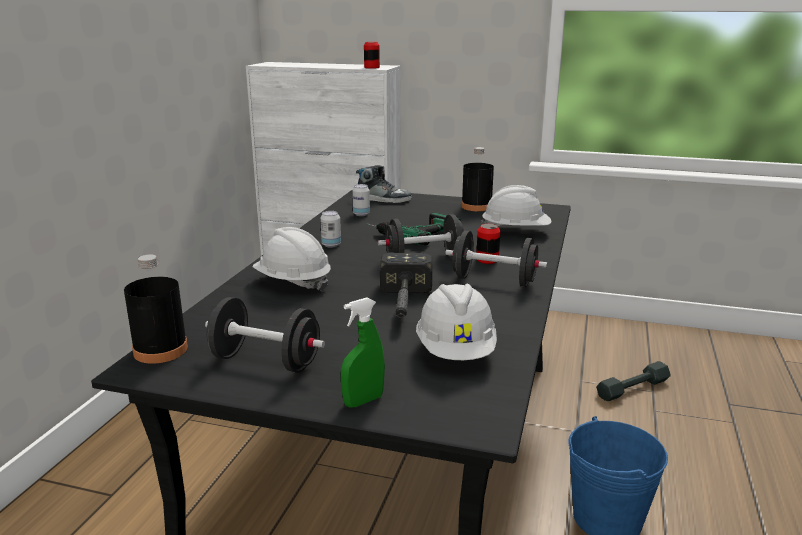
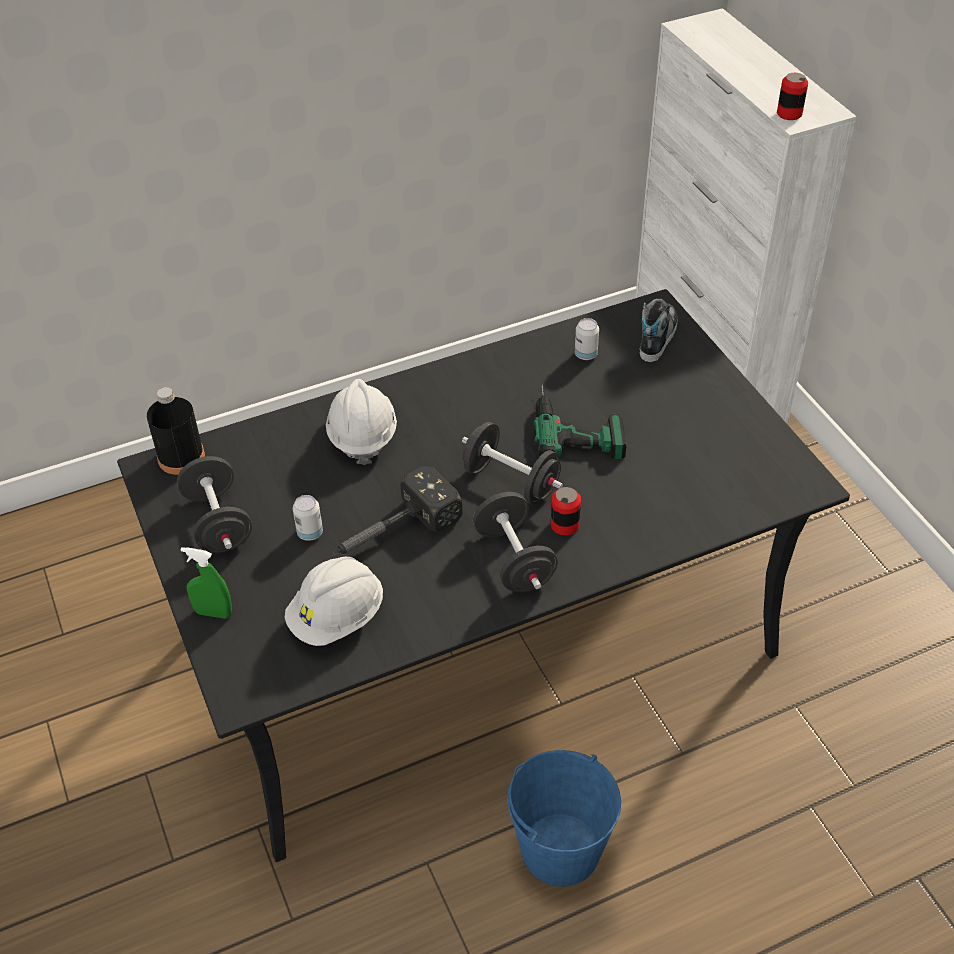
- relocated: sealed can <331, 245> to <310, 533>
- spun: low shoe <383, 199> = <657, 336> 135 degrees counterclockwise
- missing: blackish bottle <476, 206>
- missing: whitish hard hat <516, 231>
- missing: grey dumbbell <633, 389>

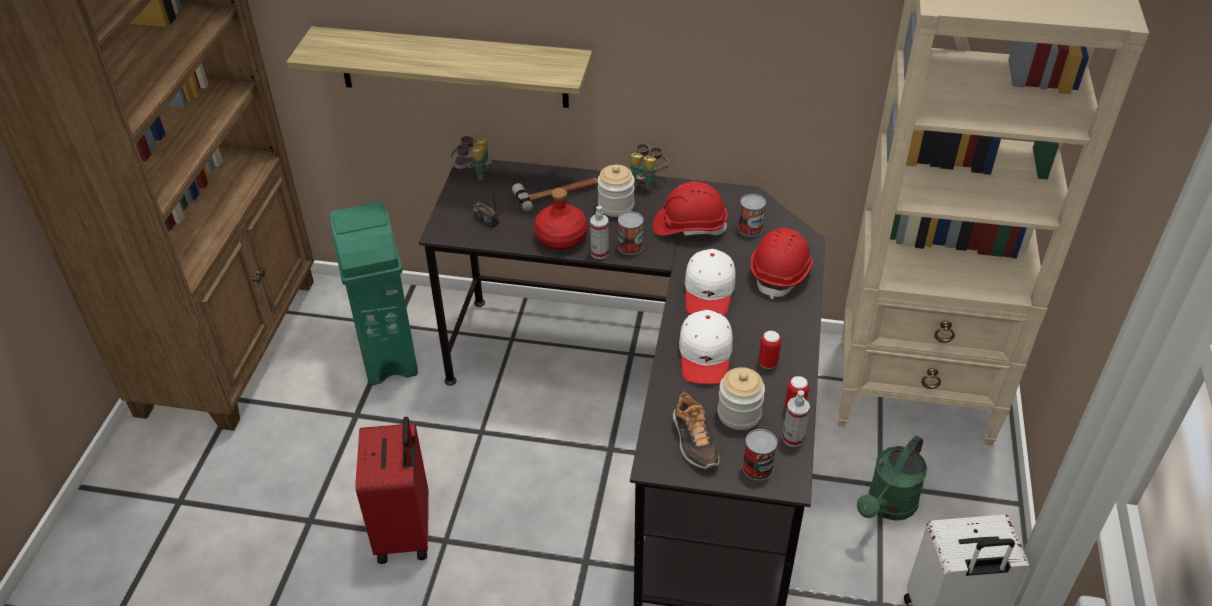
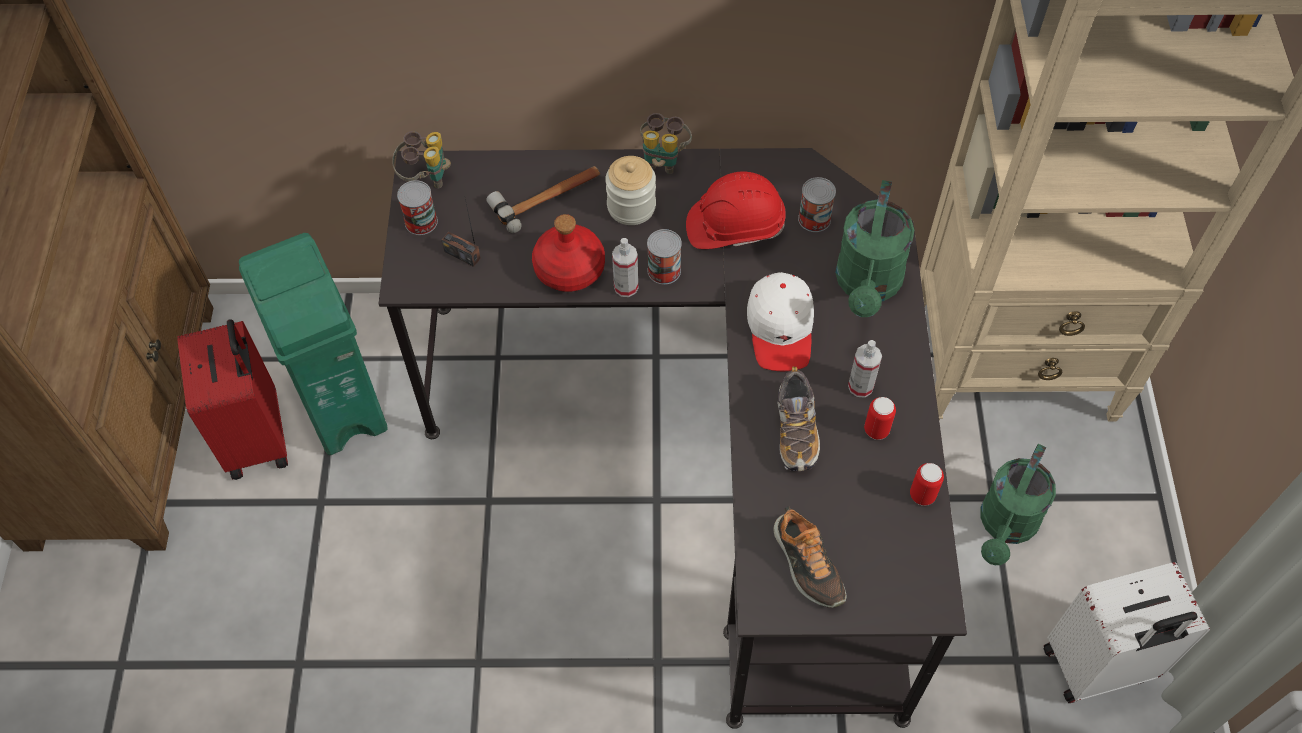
- missing: bracket shelf <453, 67>
- relocated: reddish piece of luggage <406, 531> to <258, 437>
- exchanged: whitish peaked cap <705, 355> to low shoe <795, 430>
- missing: jar <739, 414>
- relocated: sealed can <757, 468> to <421, 222>
- exchanged: reddish hard hat <781, 273> to greenish sprinkling can <867, 286>
- relocated: spray bottle <793, 438> to <860, 386>

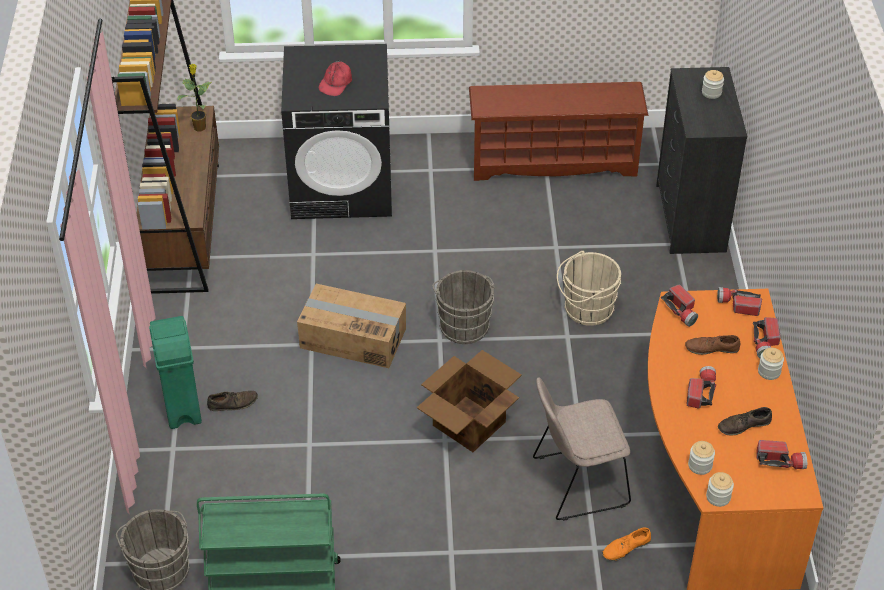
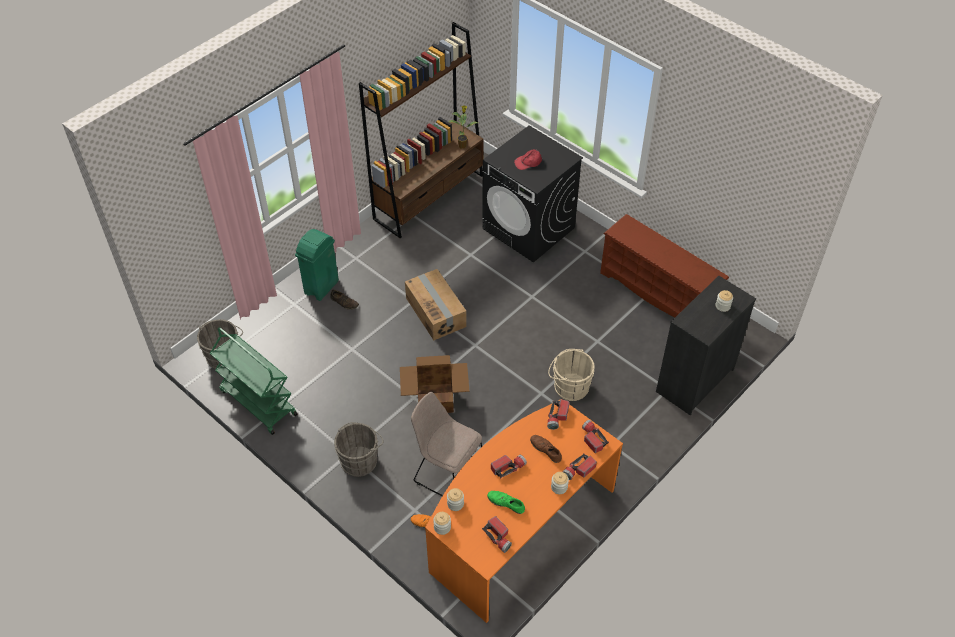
- relocated: grey pail <463, 324> to <360, 460>
- colour: brown low shoe <743, 425> to greenish low shoe <506, 503>

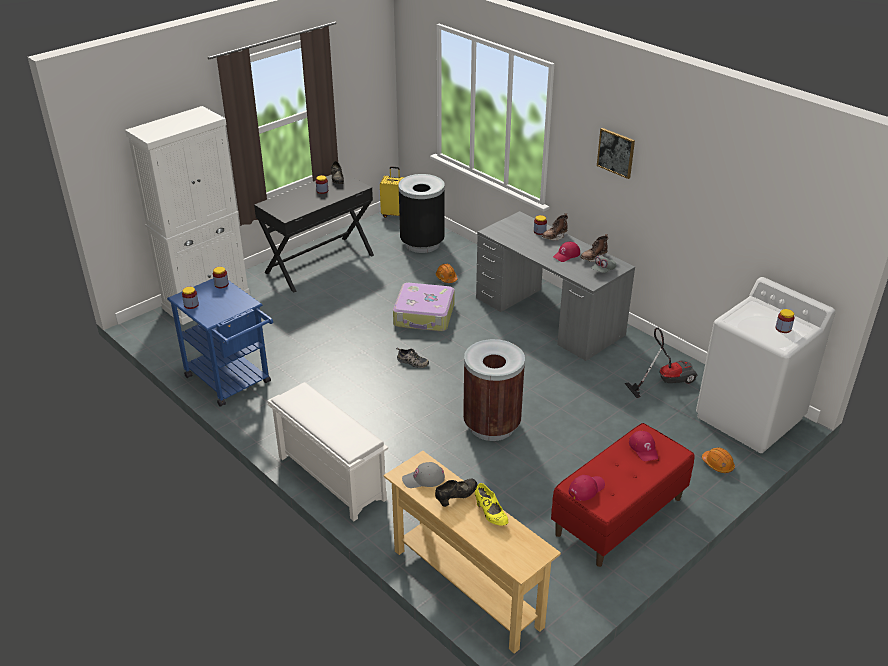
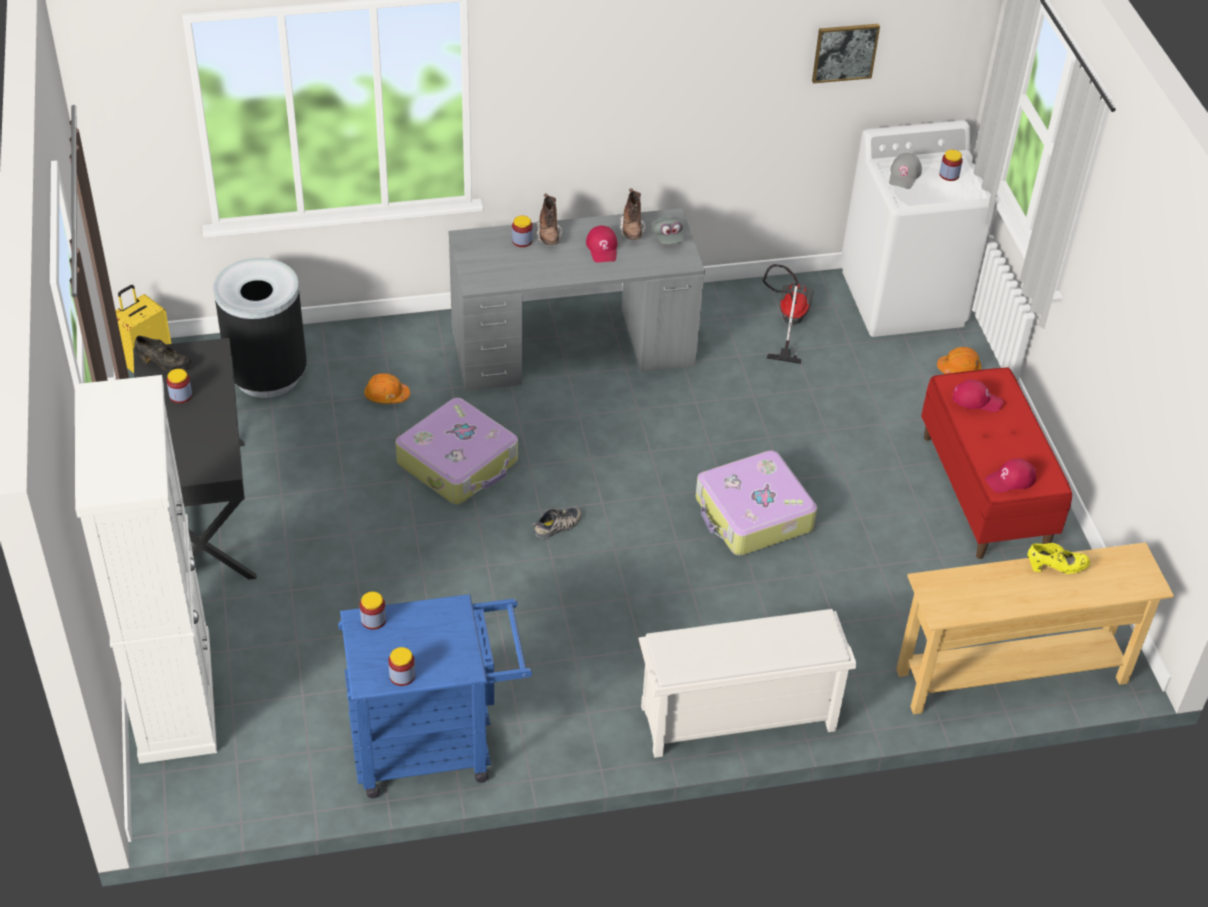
- relocated: grey peaked cap <423, 479> to <904, 175>
- missing: blackish low shoe <456, 497>
- exchanged: brown rubbish bin <492, 425> to piece of luggage <753, 515>
- spun: reddish peaked cap <586, 488> = <1010, 480> 105 degrees counterclockwise
- relocated: picture <616, 152> to <845, 52>

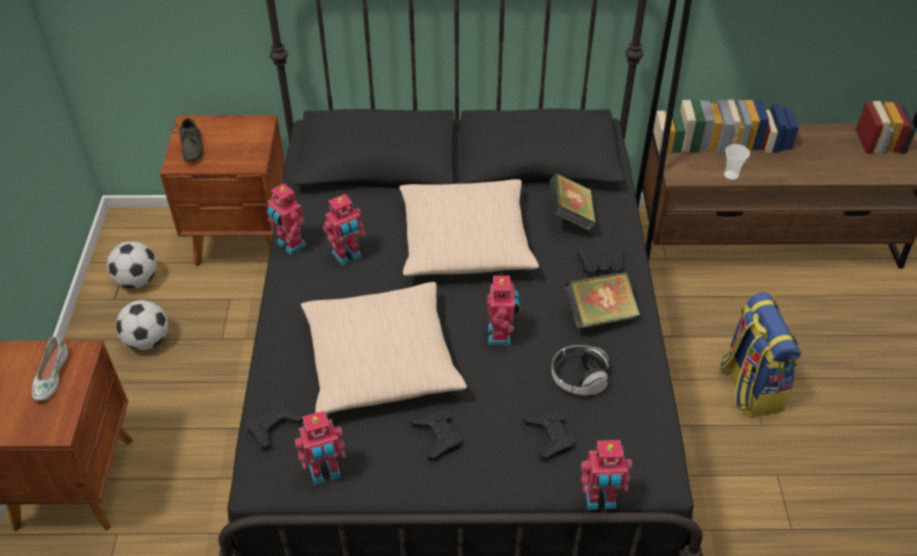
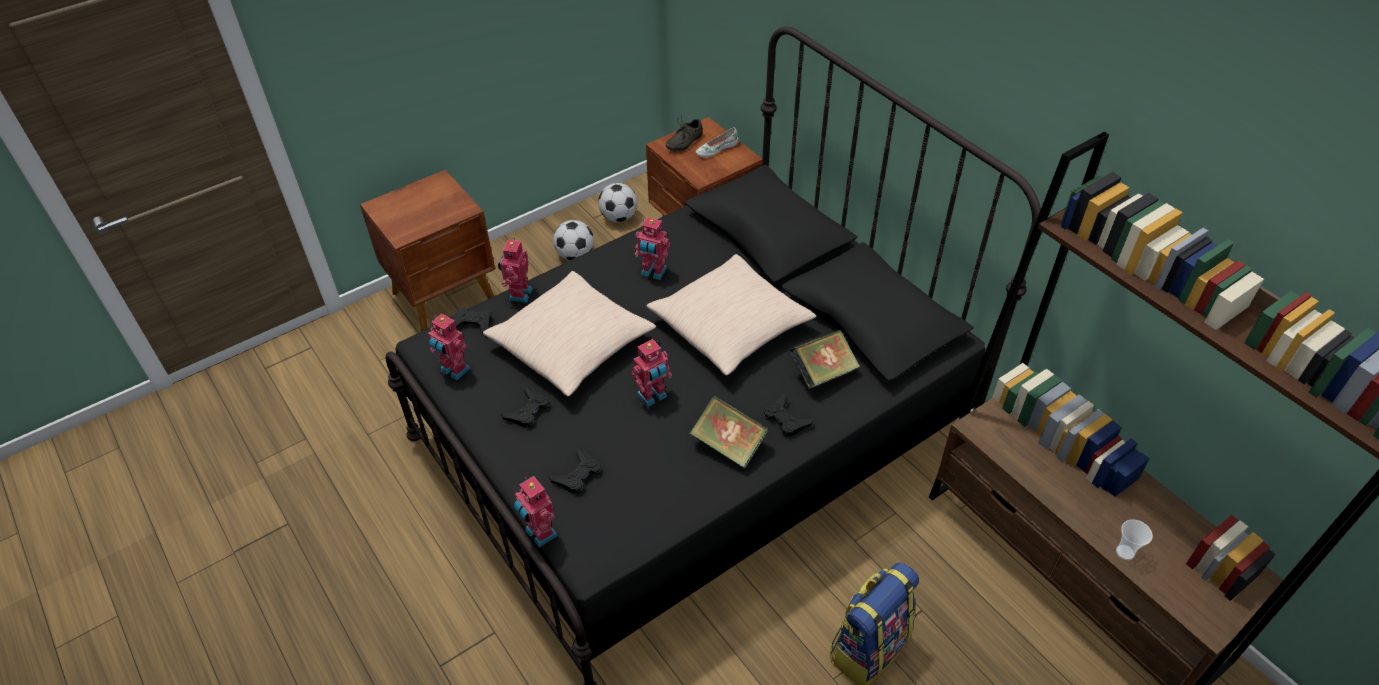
- relocated: whitish low shoe <50, 376> to <716, 149>
- relocated: model robot <290, 245> to <519, 294>
- missing: headset <579, 378>
- relocated: small cup <731, 175> to <1125, 552>

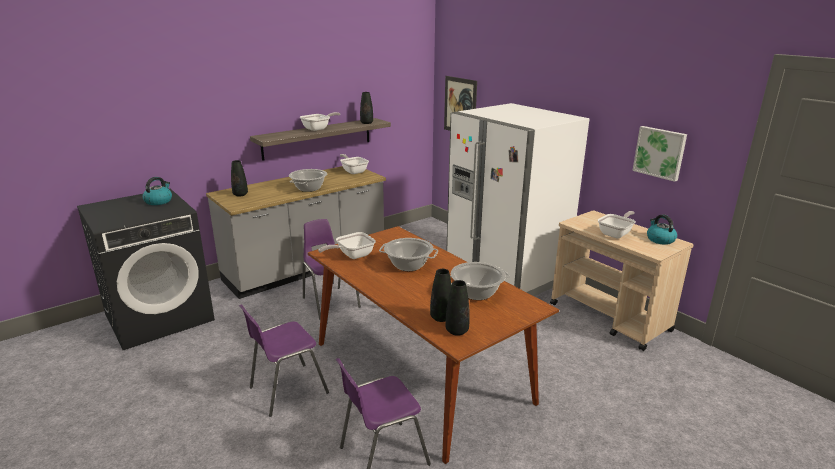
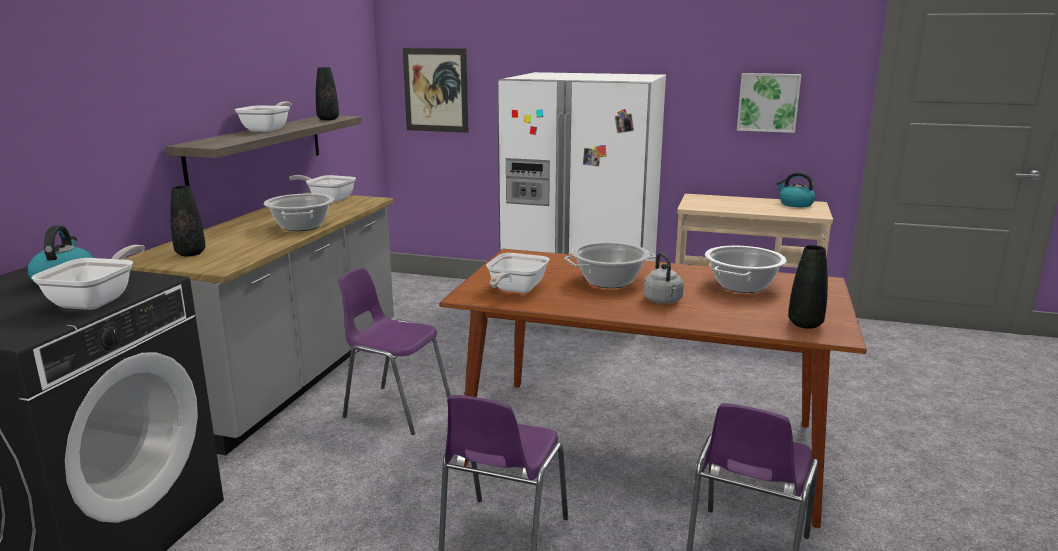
- missing: blackish decorative vase <441, 318>
- relocated: frying pan <616, 233> to <98, 300>
- appeared: grey water kettle <663, 301>

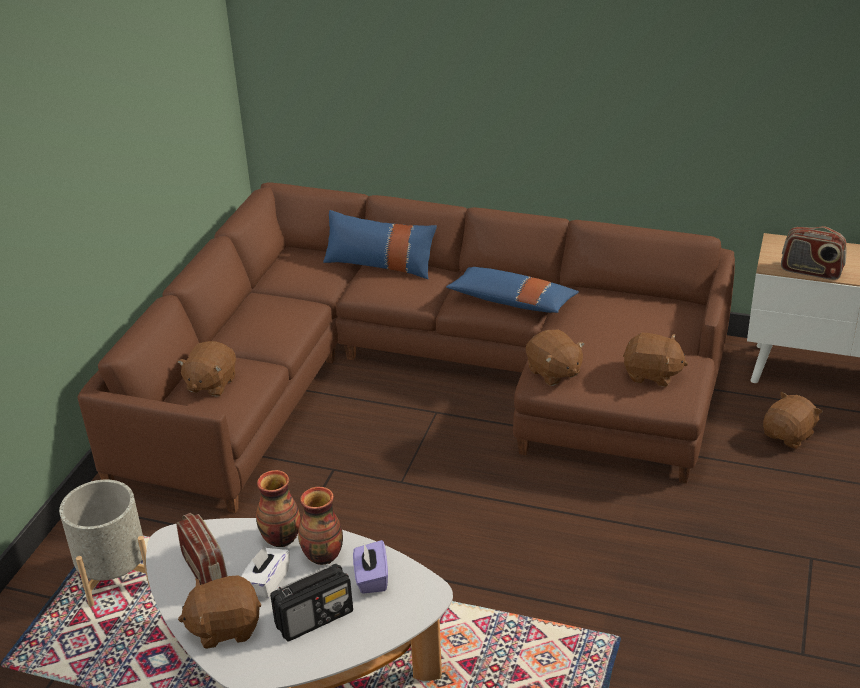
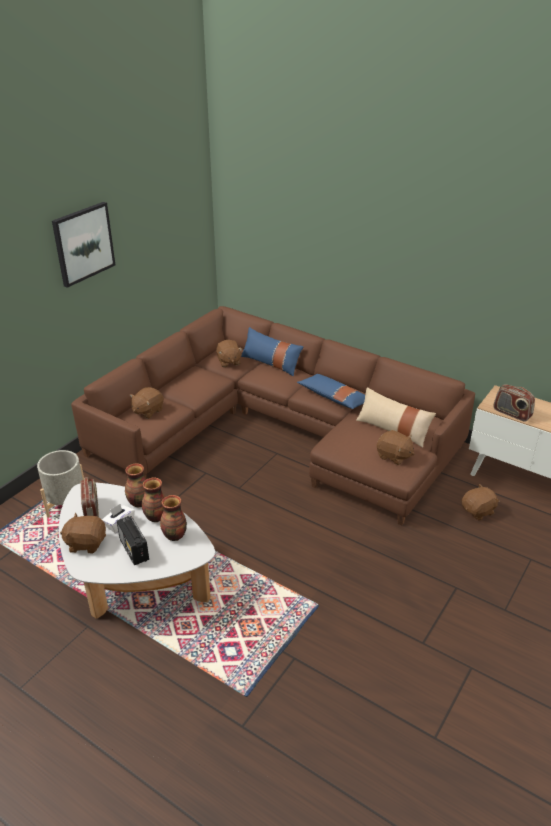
- spun: radio <315, 618> = <134, 550> 75 degrees clockwise
- exchanged: purple-coloured tissue box <371, 578> to decorative vase <175, 536>
- relocated: brown plush toy <553, 372> to <228, 362>
- appeared: picture <83, 243>
- appeared: beige pillow <393, 429>

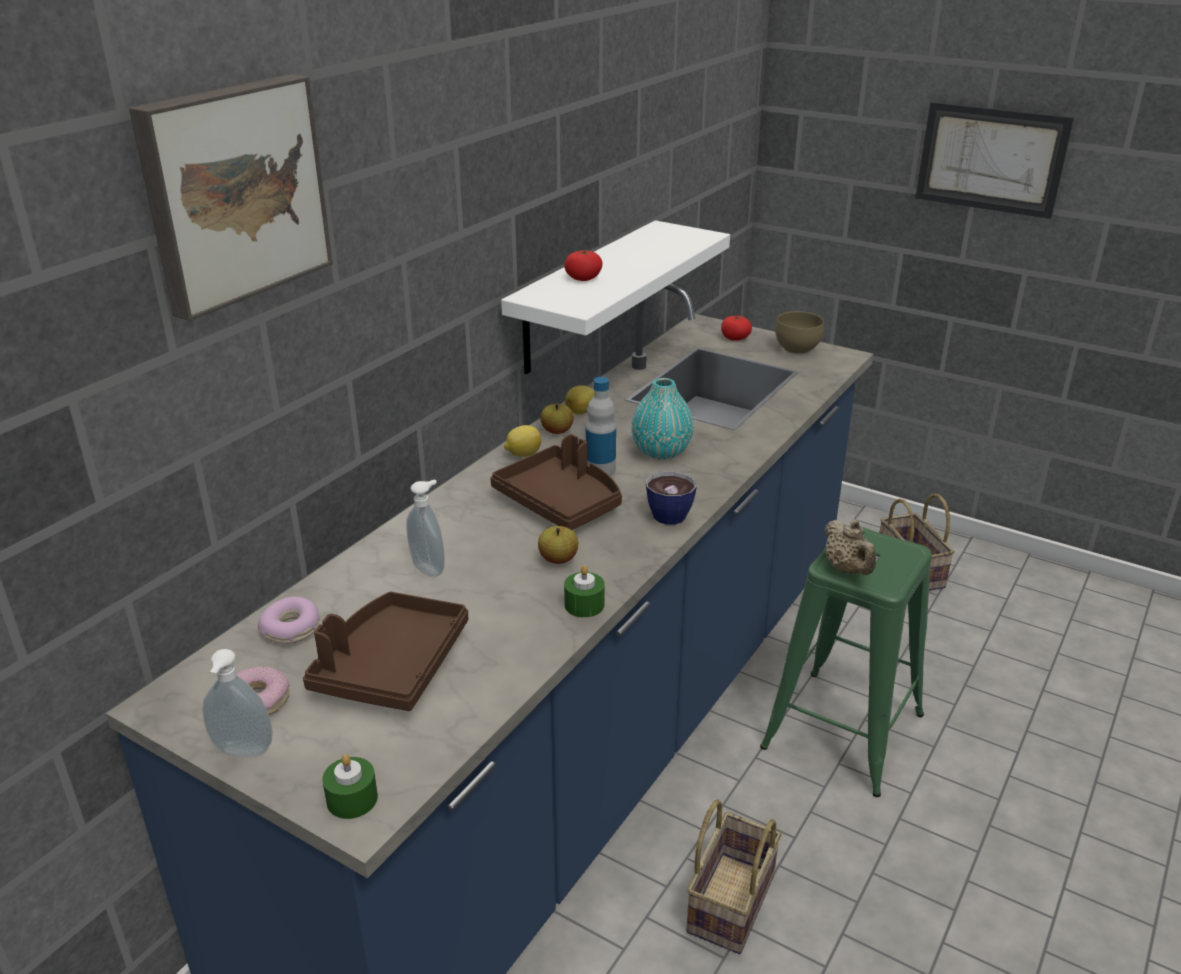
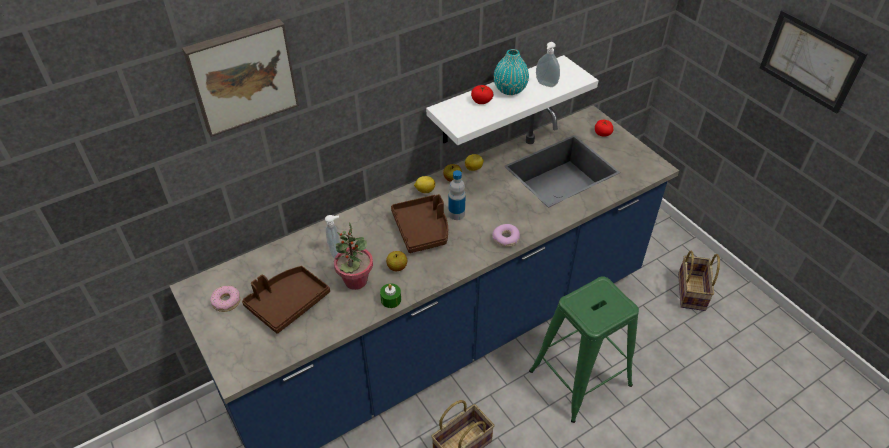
- relocated: soap bottle <242, 753> to <545, 84>
- relocated: doughnut <291, 629> to <506, 239>
- missing: greenish wax light <352, 799>
- relocated: turquoise decorative vase <661, 451> to <510, 89>
- missing: small cup <672, 512>
- missing: brown serving bowl <798, 350>
- missing: beige teapot <847, 569>
- appeared: plant in a pot <355, 281>

